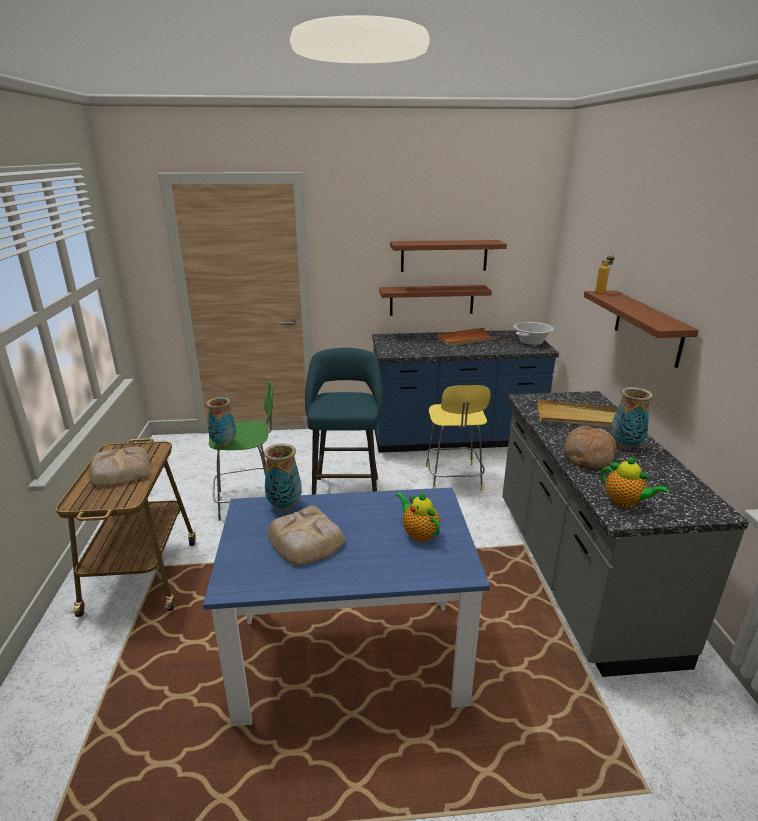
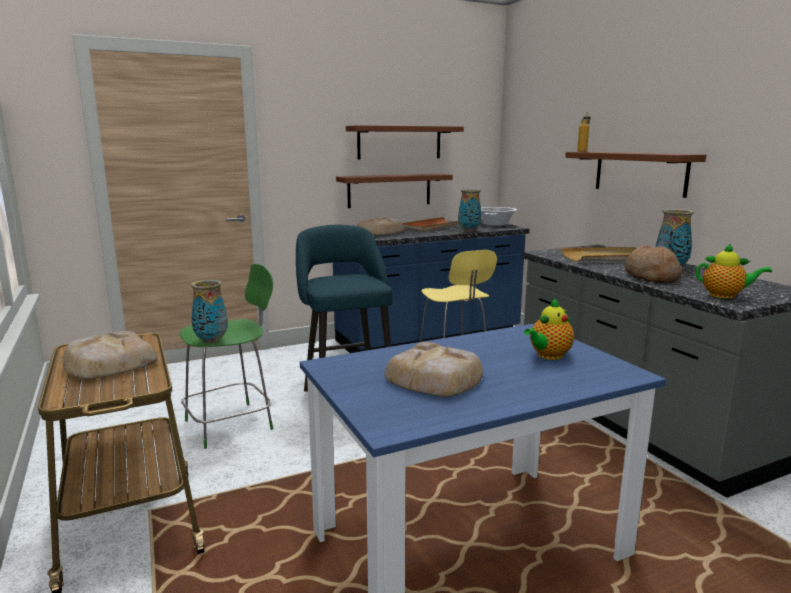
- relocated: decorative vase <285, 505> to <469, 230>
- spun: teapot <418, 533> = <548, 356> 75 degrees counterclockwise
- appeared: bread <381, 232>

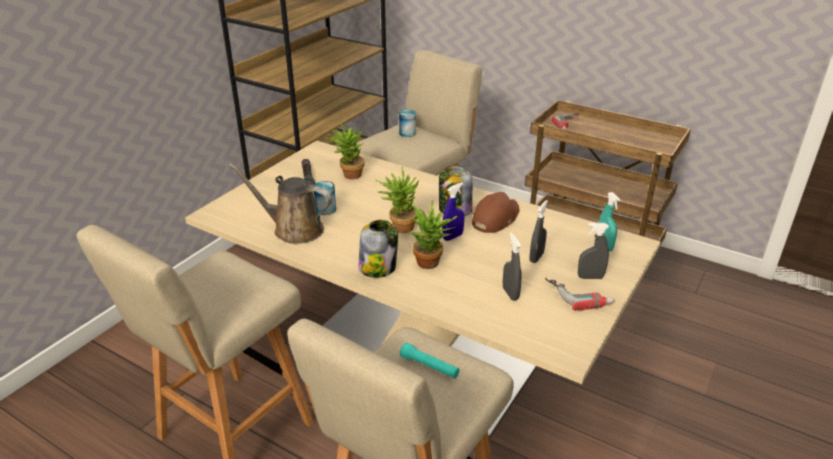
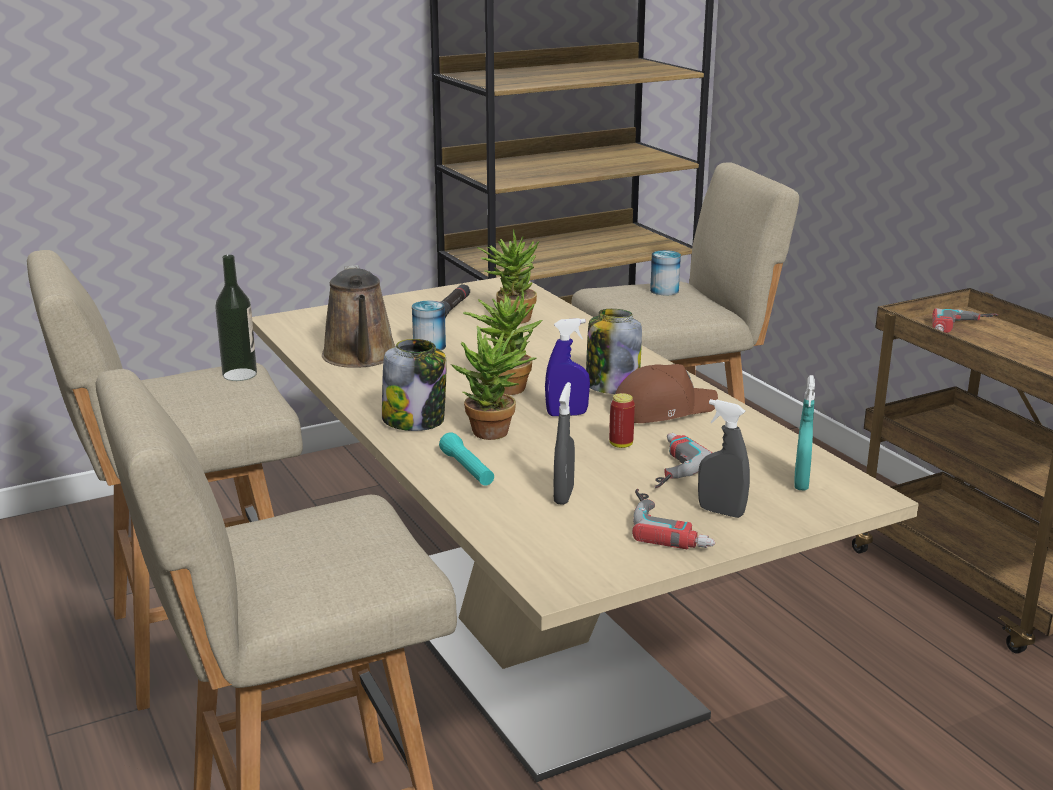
- spun: brown sprinkling can <293, 229> = <360, 357> 150 degrees counterclockwise
- relocated: turquoise flashlight <429, 366> to <467, 469>
- exchanged: grey spray bottle <536, 257> to power drill <664, 467>
- appeared: bottle <239, 374>
- appeared: sealed can <621, 444>

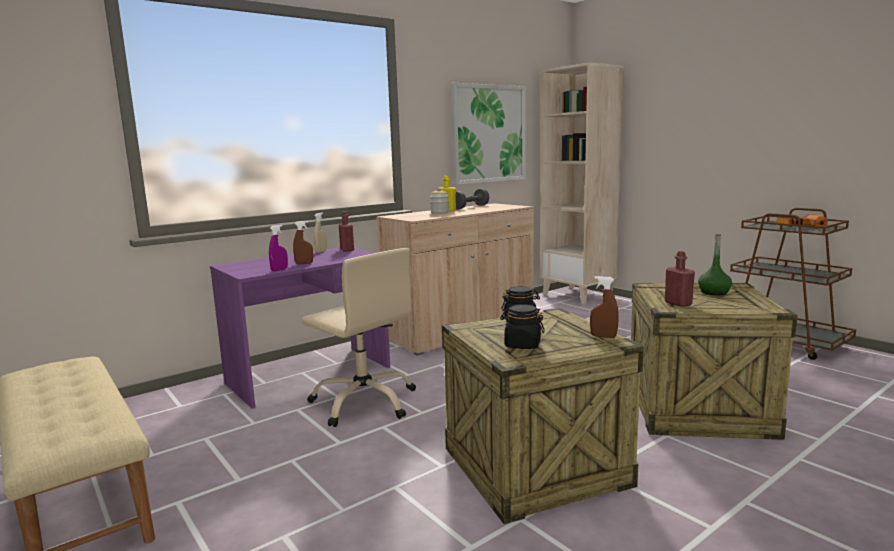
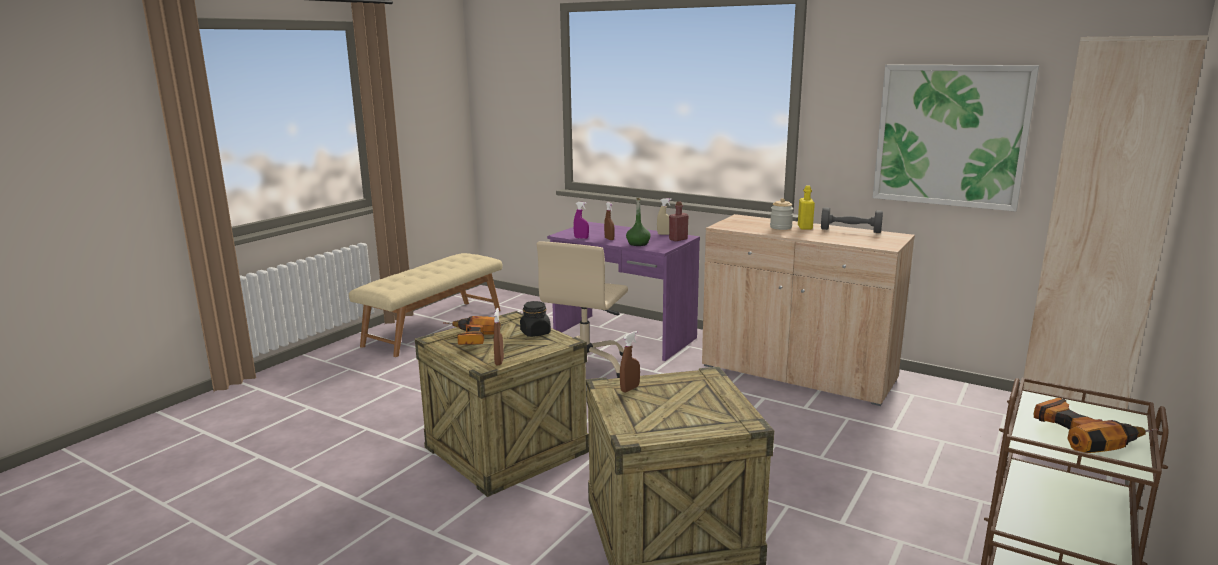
- exchanged: blackish jar <522, 345> to power drill <470, 338>
- exchanged: reddish bottle <678, 303> to brown spray bottle <630, 388>
- relocated: greenish bottle <713, 292> to <638, 244>

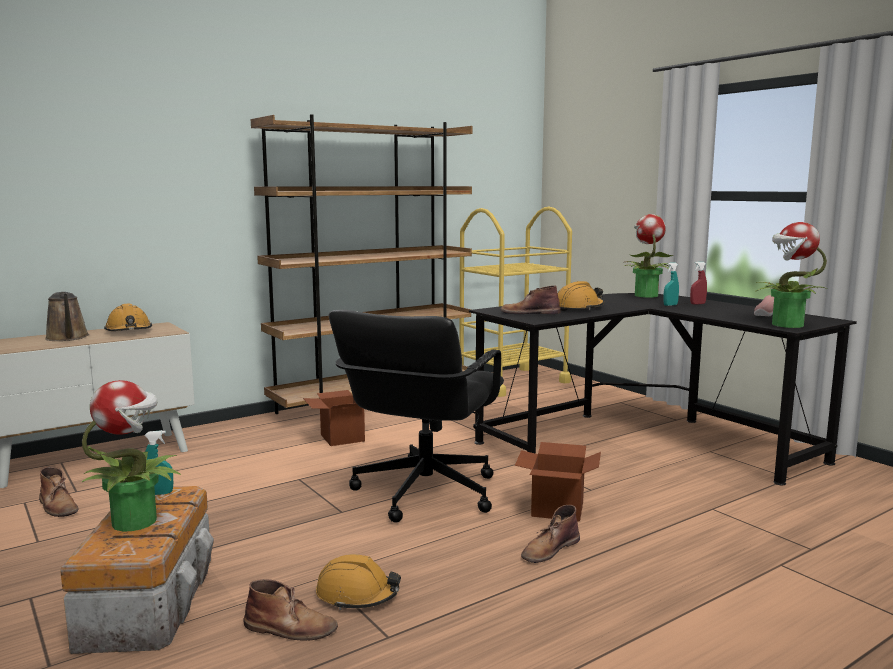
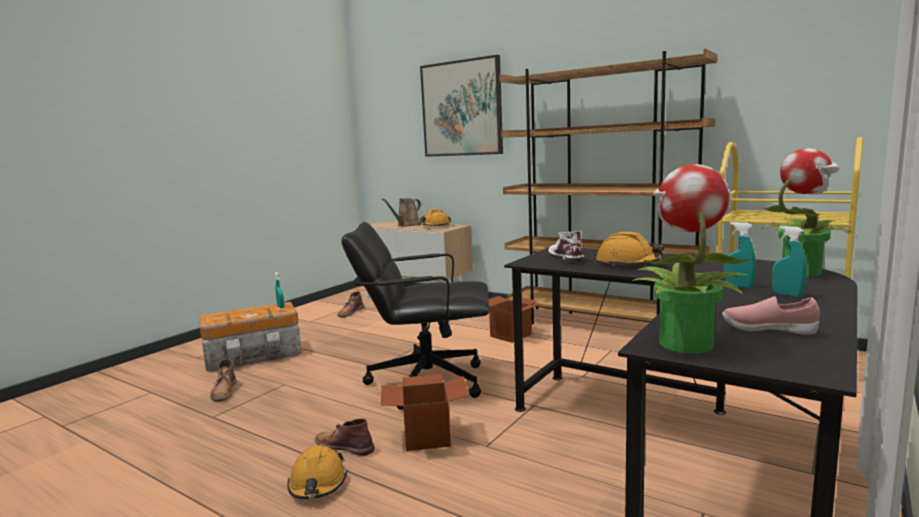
- missing: plant in a pot <136, 521>
- relocated: orange hard hat <357, 595> to <317, 484>
- colour: brown tall boot <529, 313> to whitish tall boot <565, 257>
- colour: reddish spray bottle <697, 304> to turquoise spray bottle <787, 294>
- appeared: picture <461, 108>

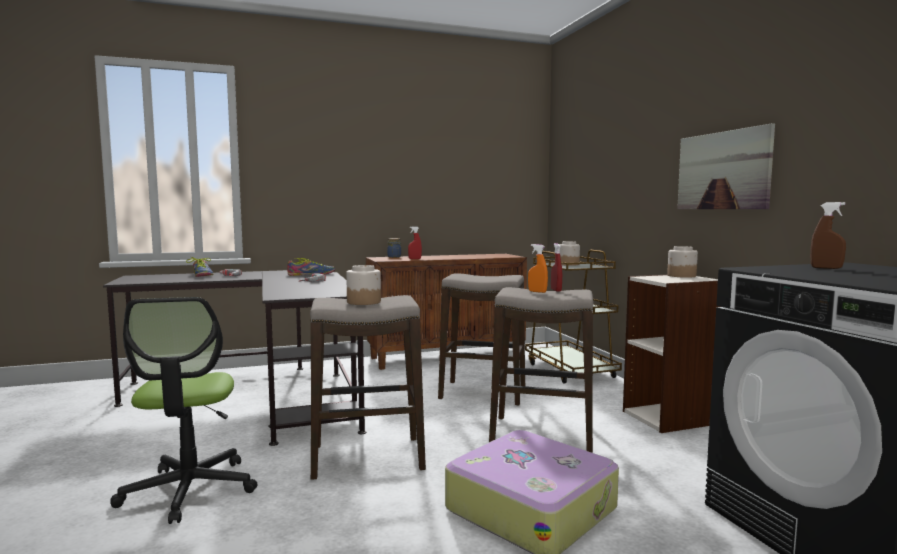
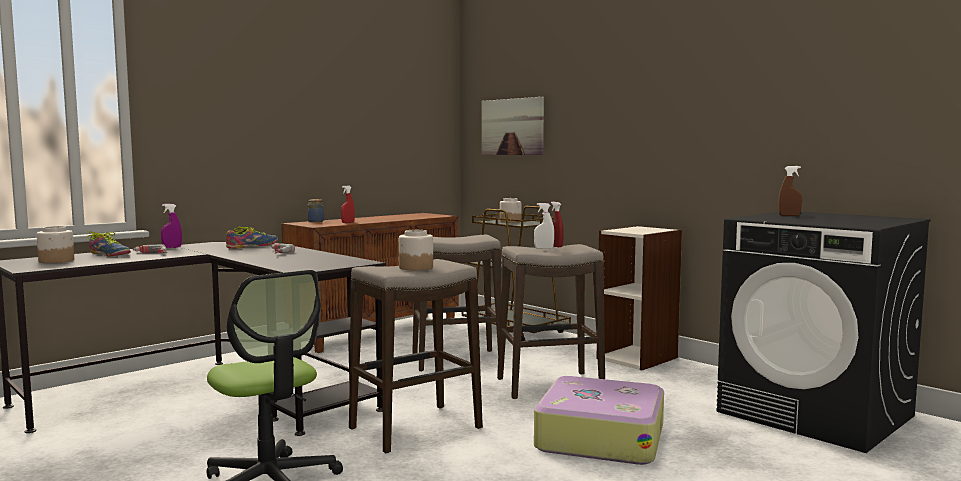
- colour: orange spray bottle <537, 292> to whitish spray bottle <543, 248>
- relocated: jar <681, 276> to <56, 261>
- relocated: picture <722, 170> to <512, 127>
- appeared: purple-coloured spray bottle <172, 247>

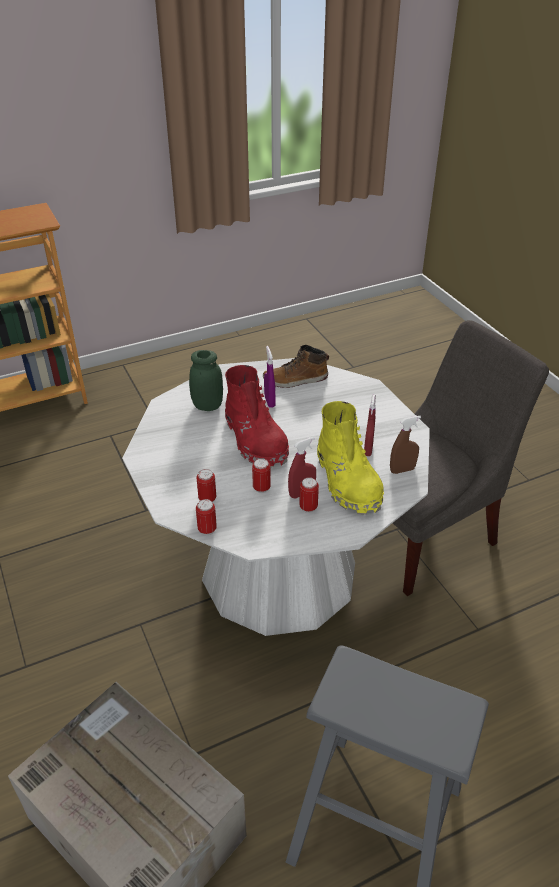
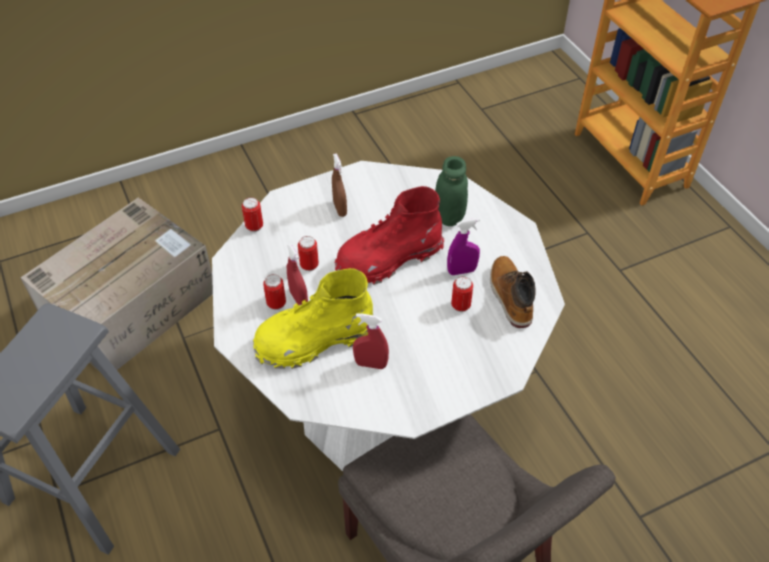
- relocated: sealed can <207, 499> to <460, 306>
- relocated: brown spray bottle <402, 470> to <340, 209>

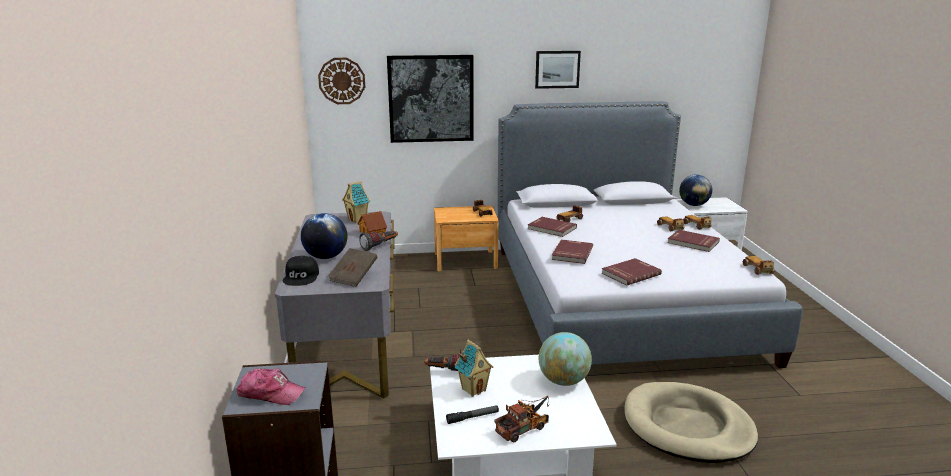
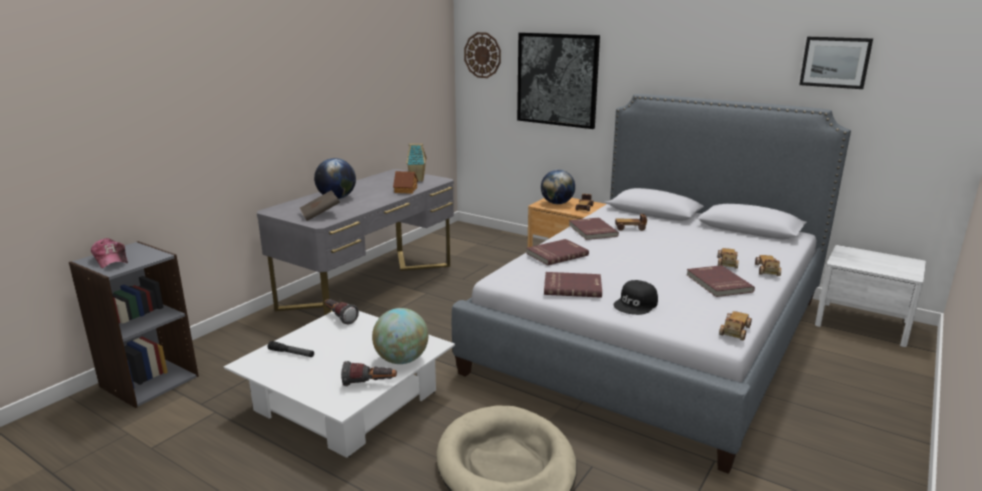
- relocated: blackish peaked cap <301, 277> to <636, 304>
- relocated: flashlight <380, 246> to <369, 384>
- missing: toy house <473, 389>
- missing: toy truck <525, 428>
- relocated: picture <557, 69> to <835, 62>
- relocated: desk globe <693, 205> to <557, 203>

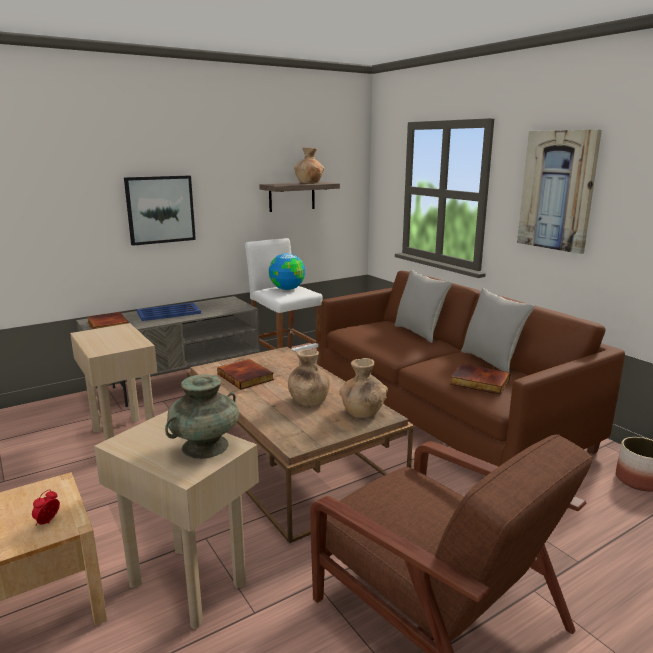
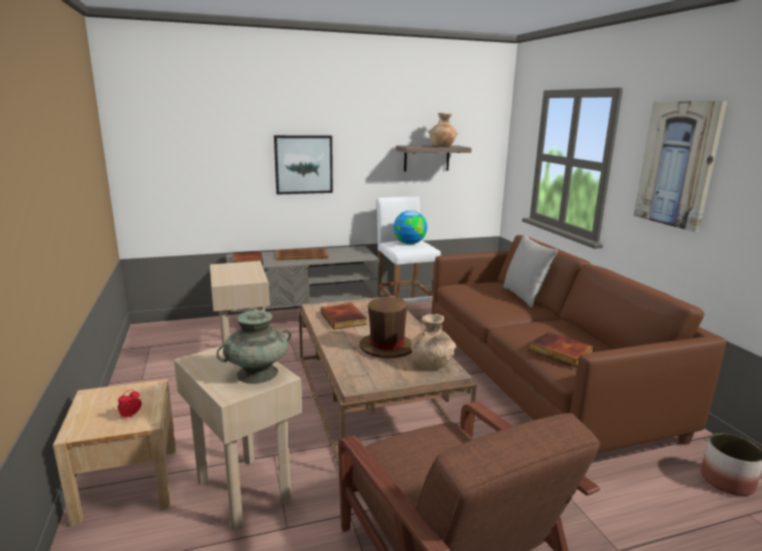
- colour: bluish tray <168, 313> to brown tray <301, 255>
- exchanged: brown decorative vase <308, 400> to brown wearable hat <387, 347>
- missing: grey pillow <491, 361>

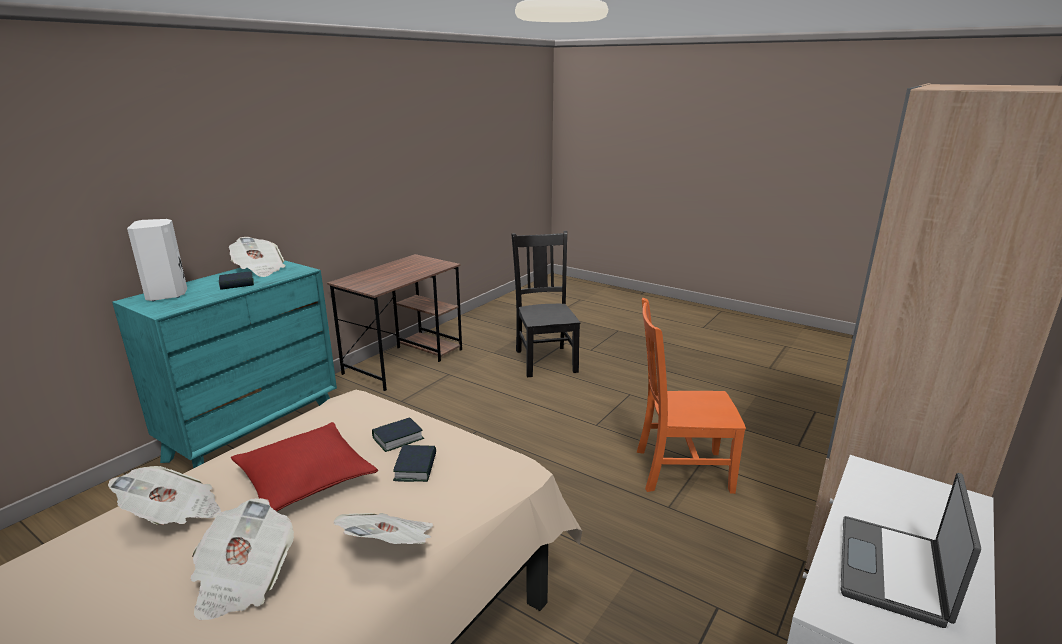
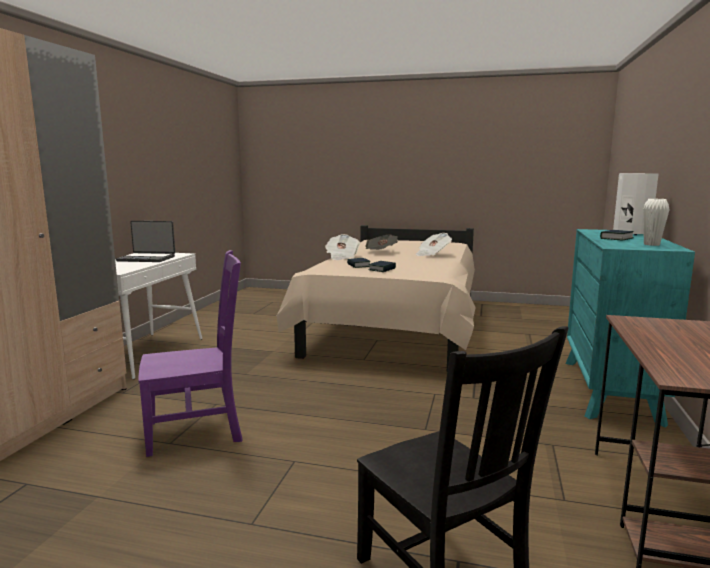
- exchanged: printed paper <259, 270> to whitish decorative vase <651, 244>
- missing: reddish pillow <305, 478>
- colour: orange upright chair <679, 470> to purple-coloured upright chair <198, 431>
- spun: laptop <895, 571> = <147, 258> 90 degrees clockwise

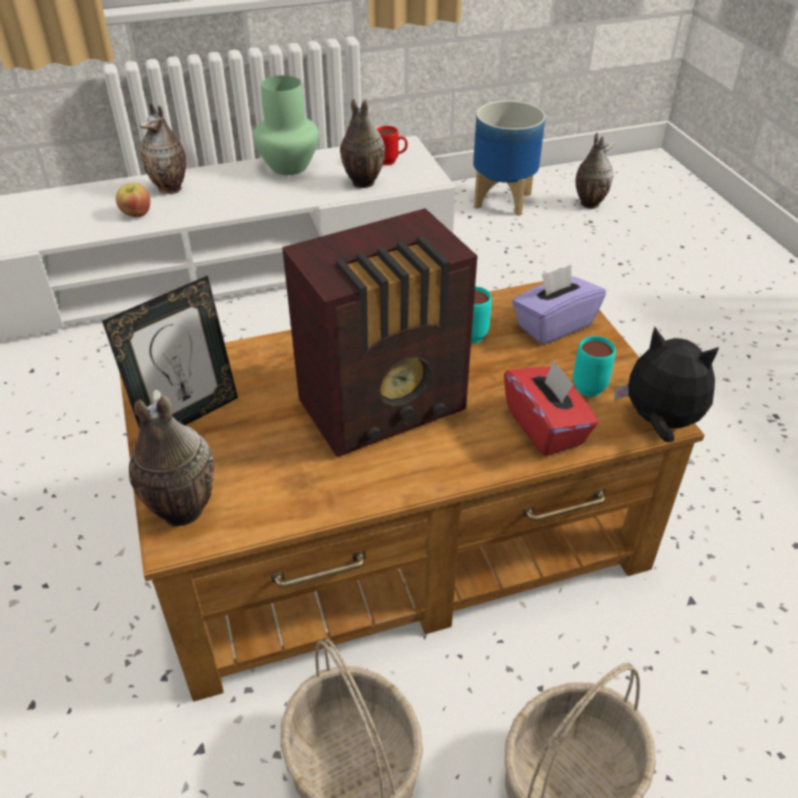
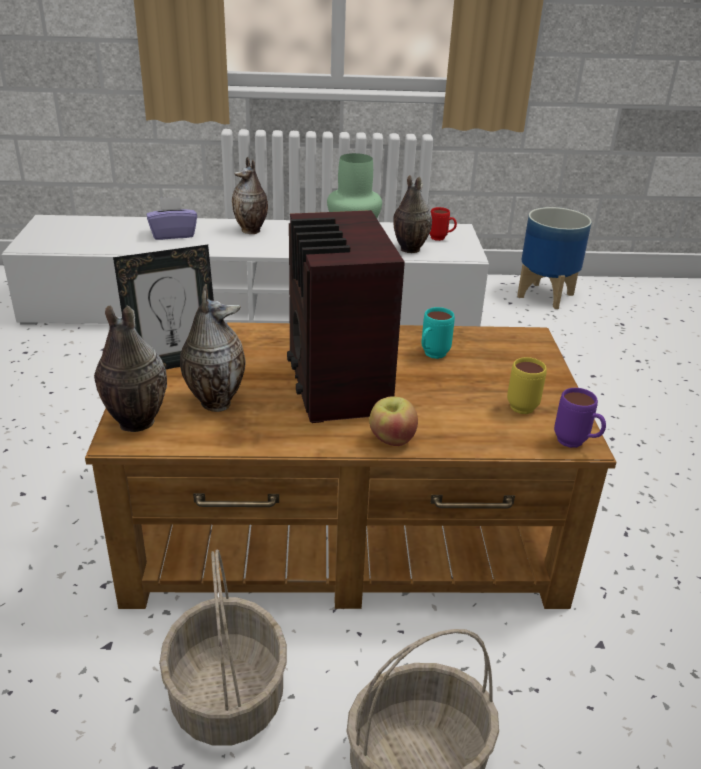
- relocated: whole apple <136, 214> to <391, 439>
- spun: radio <386, 407> = <336, 387> 90 degrees clockwise
- missing: reddish tissue box <546, 427>
- relocated: purple-coloured tissue box <553, 325> to <173, 234>
- colour: turquoise tea mug <591, 384> to yellow-coloured tea mug <526, 405>
- relocated: decorative vase <588, 203> to <215, 401>
- exchanged: plush toy <659, 422> to purple-coloured tea mug <576, 444>

